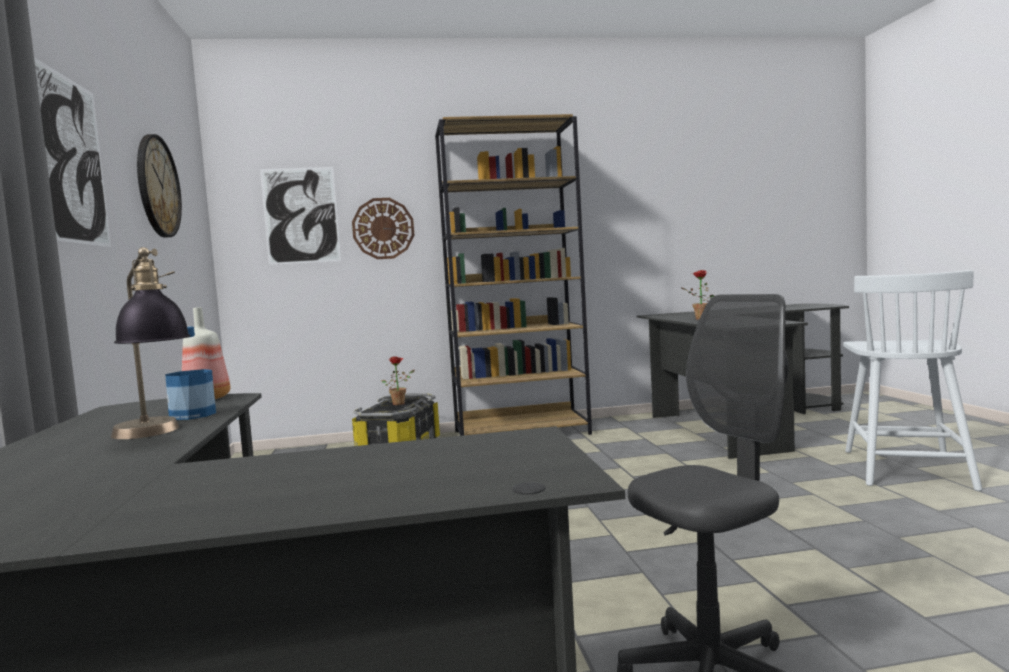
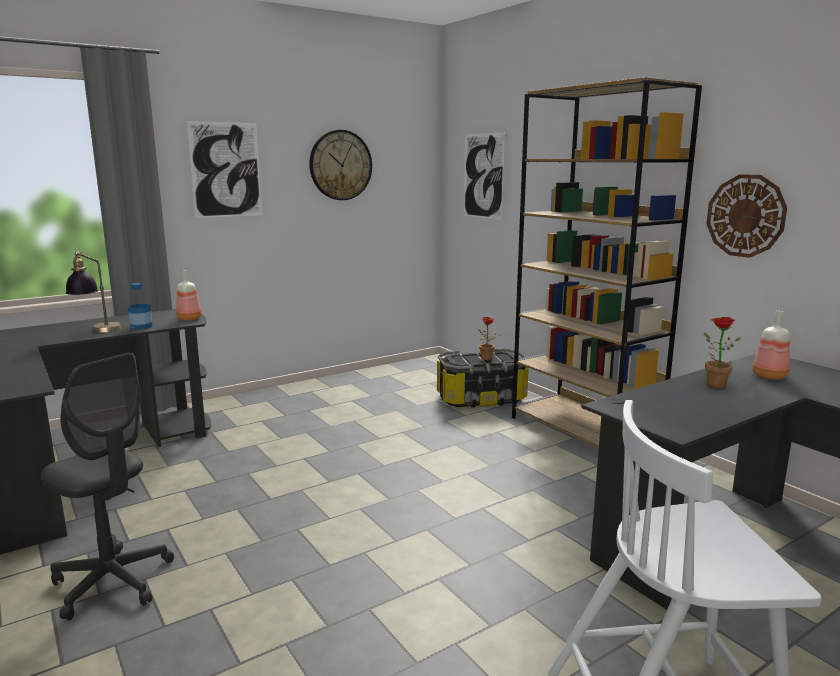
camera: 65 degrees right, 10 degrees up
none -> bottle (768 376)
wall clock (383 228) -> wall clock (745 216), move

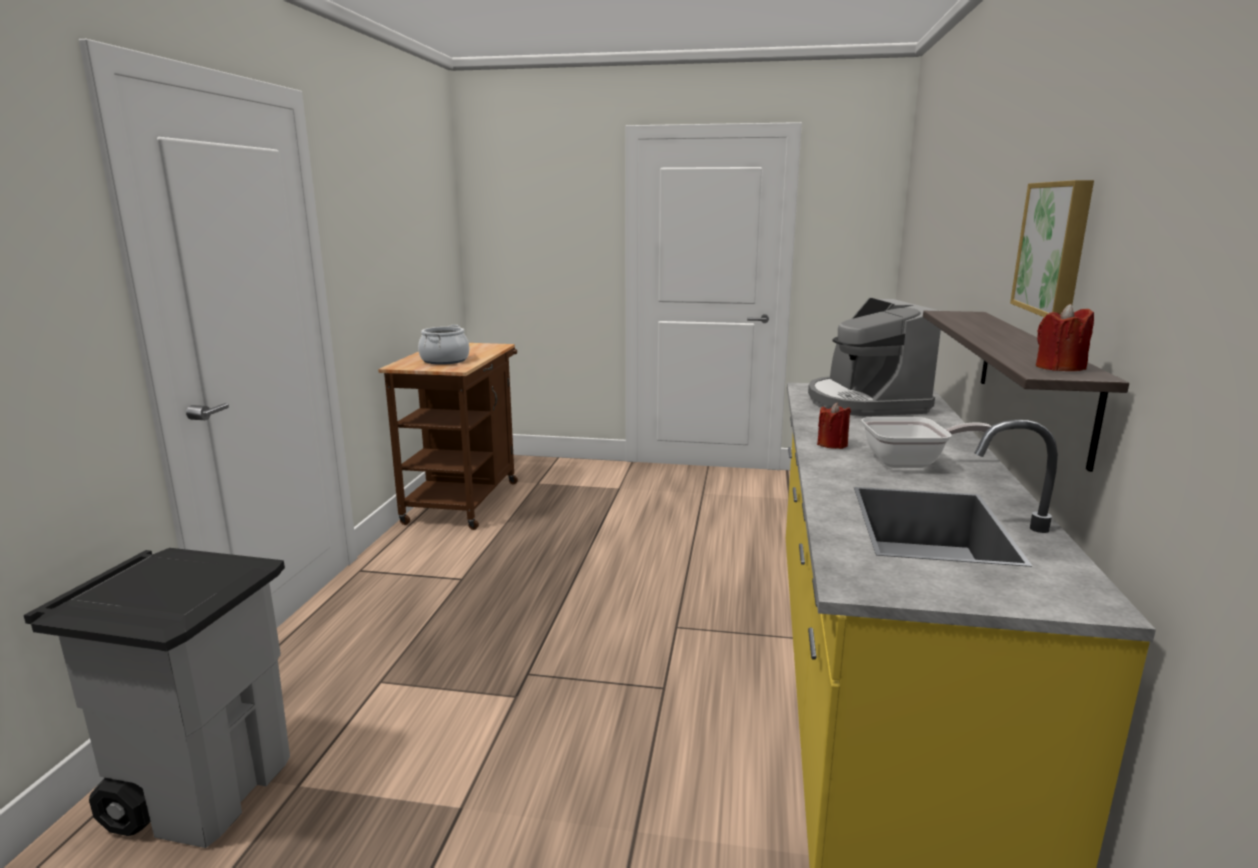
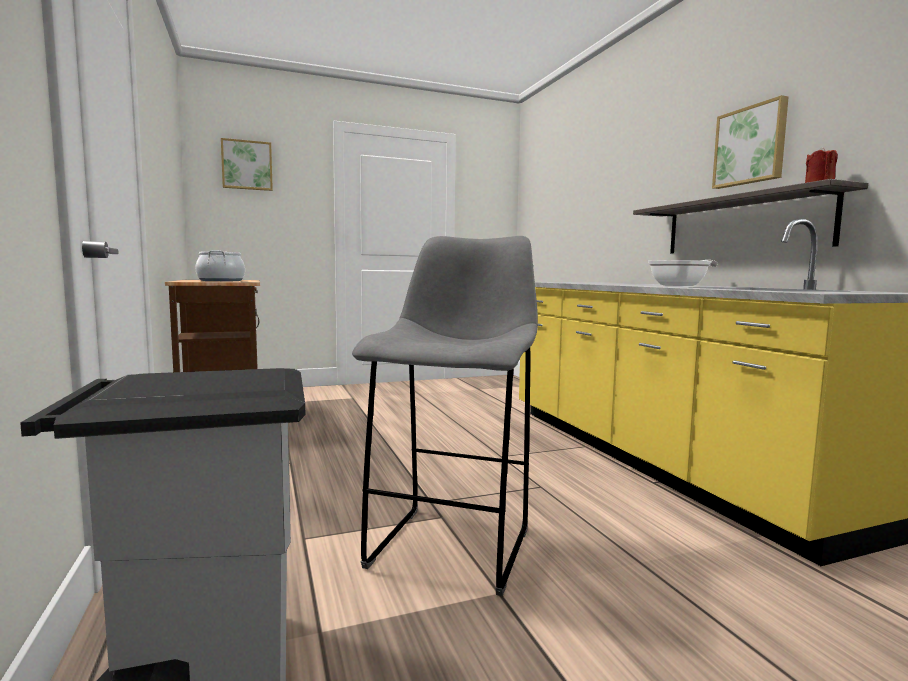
camera: 30 degrees left, 10 degrees down
coffee machine (864 402) -> none
red candle (832 444) -> none
none -> picture (247 165)
none -> grey stool (453 545)

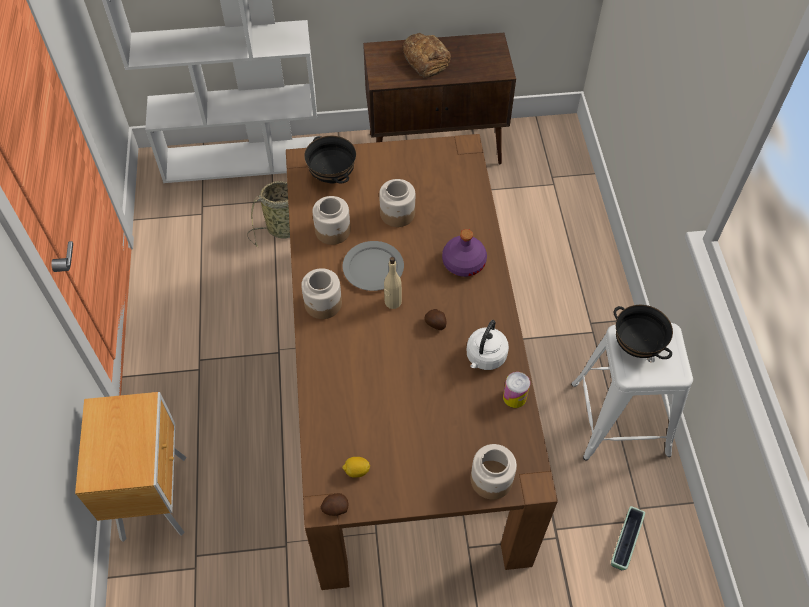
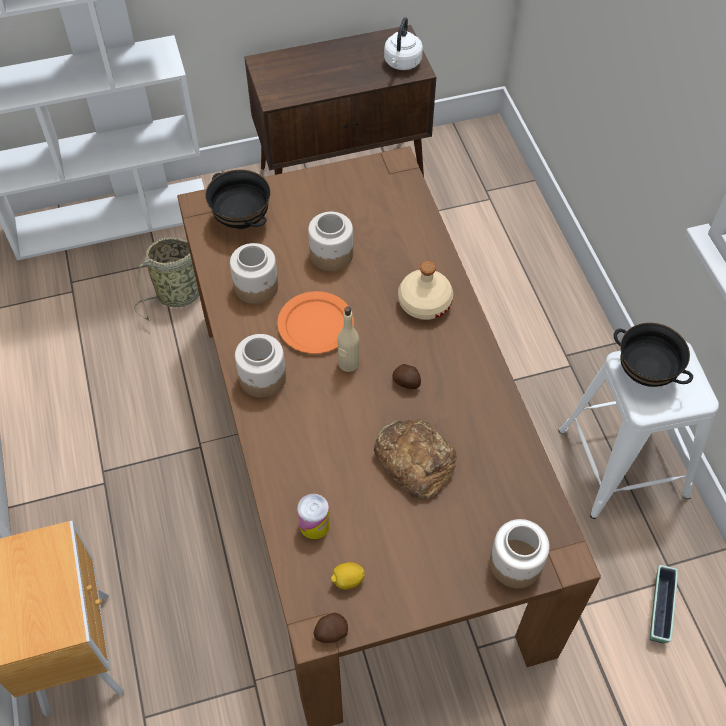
camera: 10 degrees left, 0 degrees up
bread (426 59) -> bread (414 460), move
white kettle (485 358) -> white kettle (402 63), move
can (514 397) -> can (314 525), move
grey plate (373 268) -> orange plate (316 325)
purple bottle (463 262) -> beige bottle (424 302)

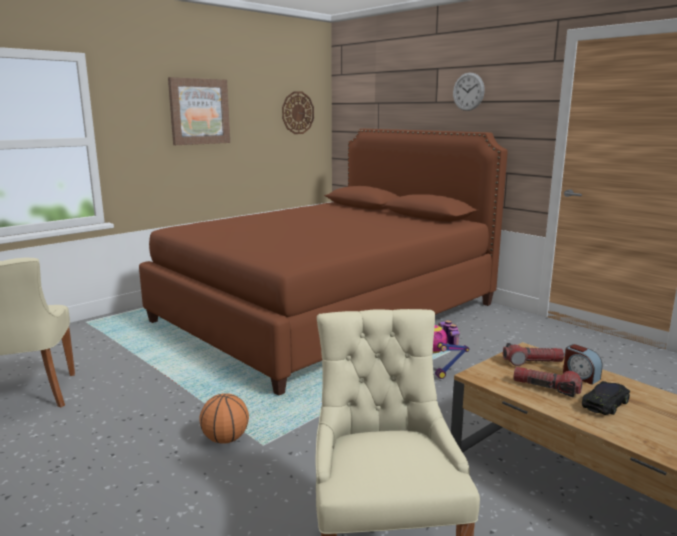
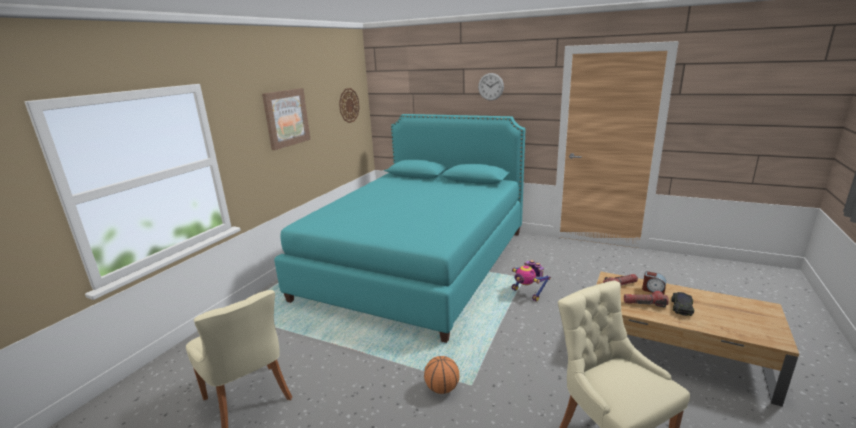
camera: 20 degrees left, 5 degrees up
brown bed (327 312) -> turquoise bed (418 263)

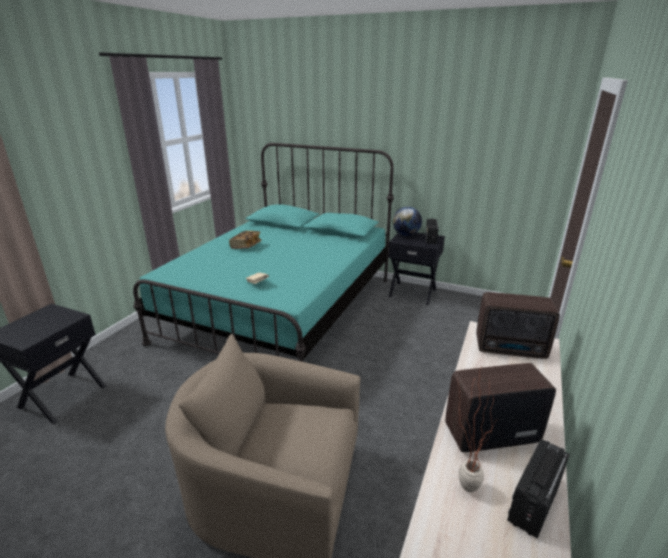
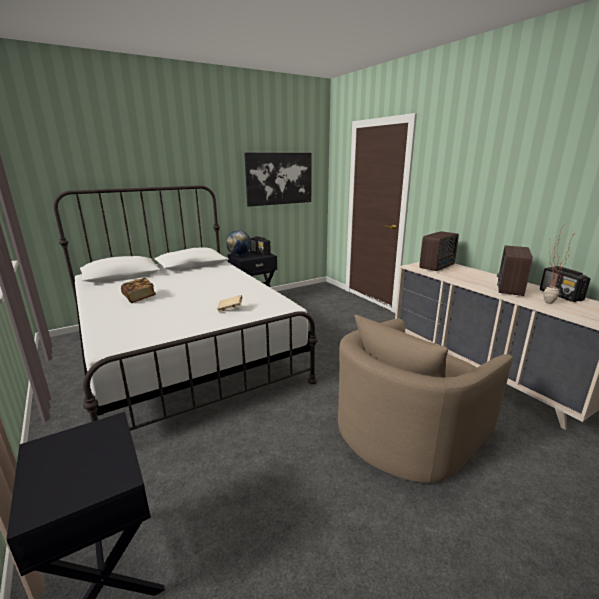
camera: 55 degrees left, 5 degrees down
none -> picture (279 178)
turquoise bed (282 308) -> white bed (184 354)

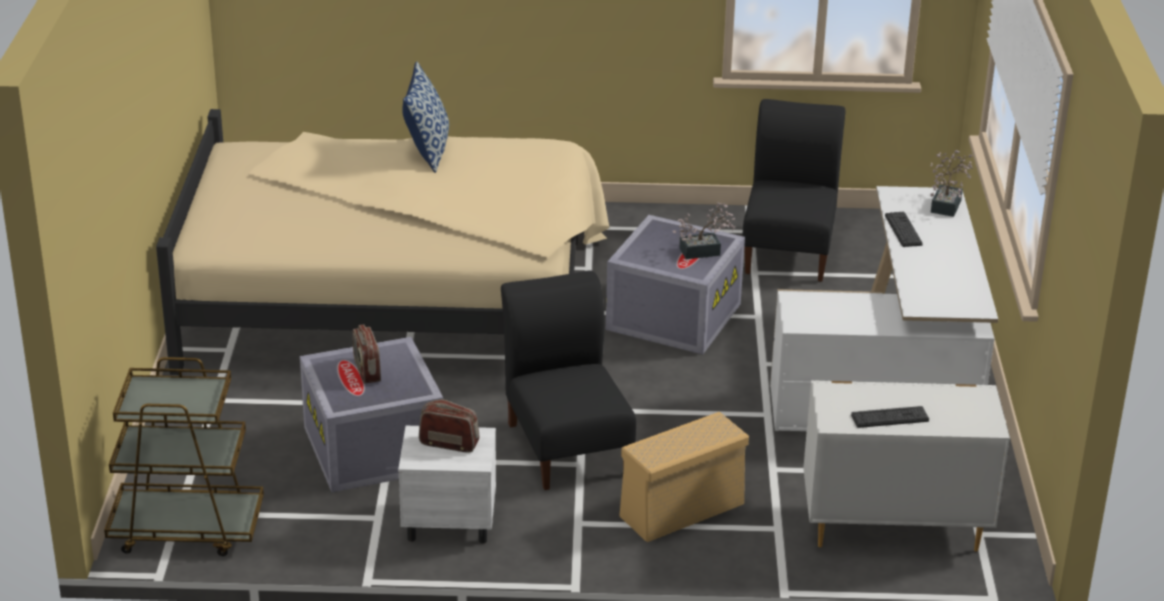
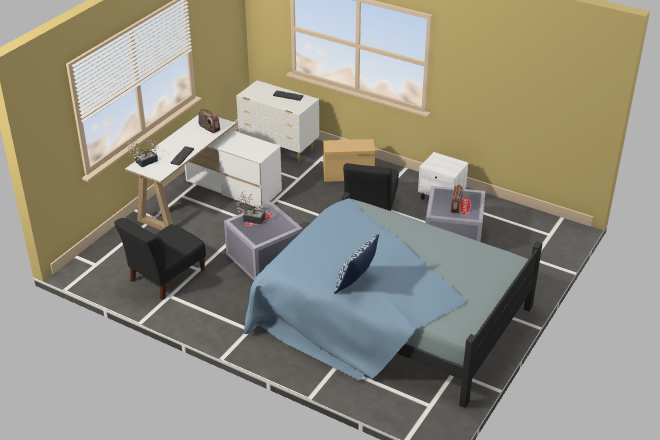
camera: 150 degrees left, 5 degrees up
brown cart (186 529) -> none
radio (449 443) -> radio (209 128), move
beige bed (397 295) -> blue bed (390 317)

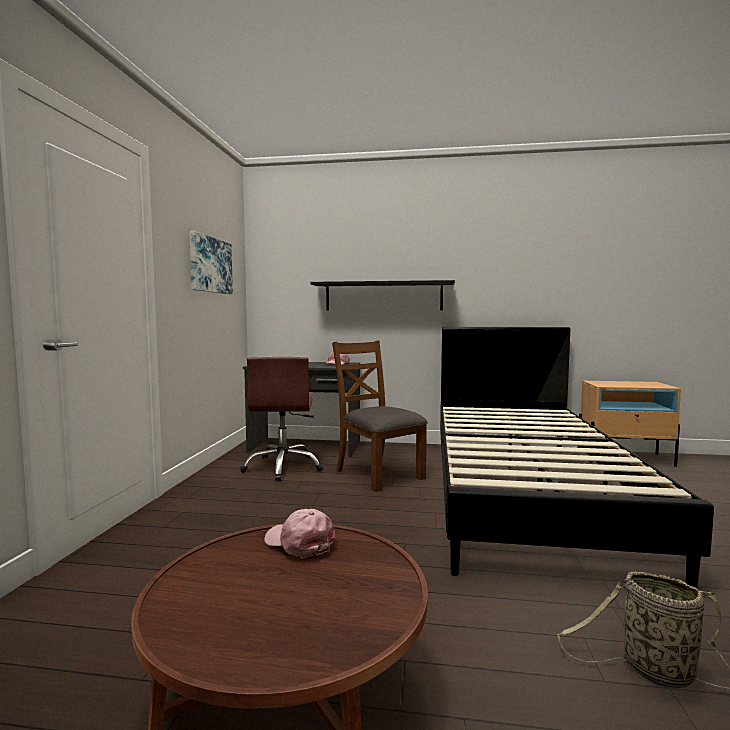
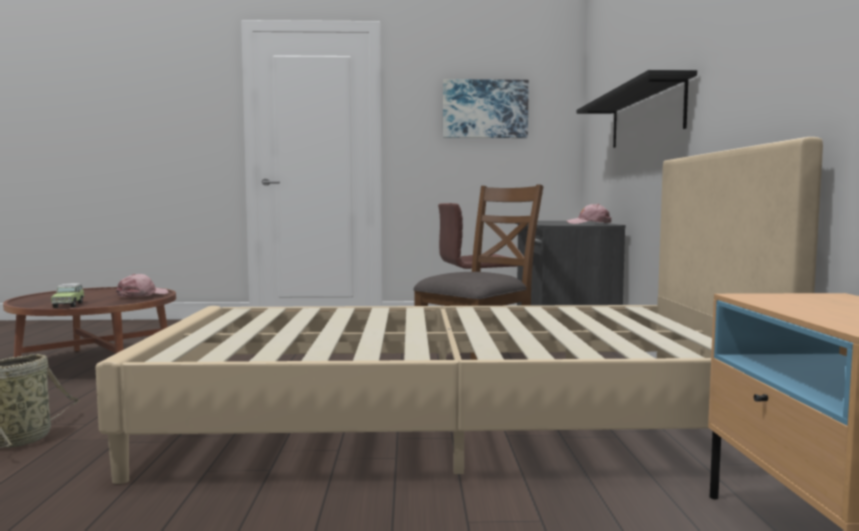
camera: 80 degrees right, 0 degrees up
none -> toy car (69 305)
black bed (523 492) -> beige bed (449 424)

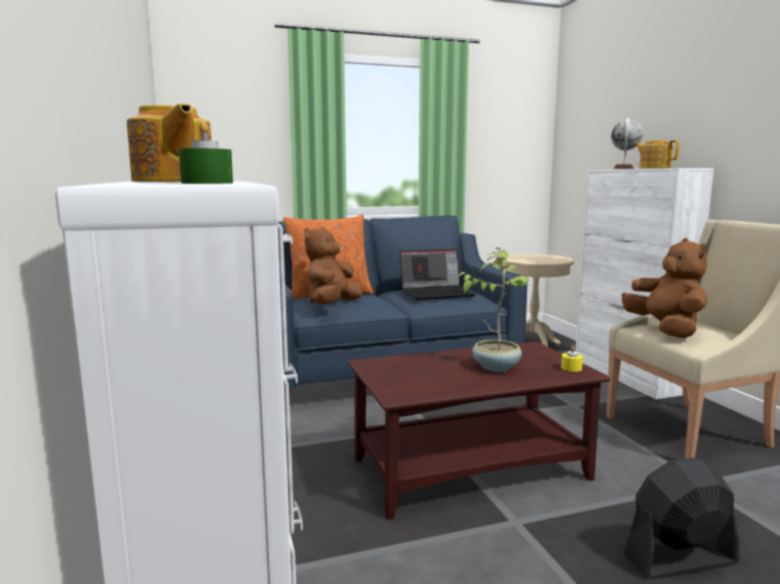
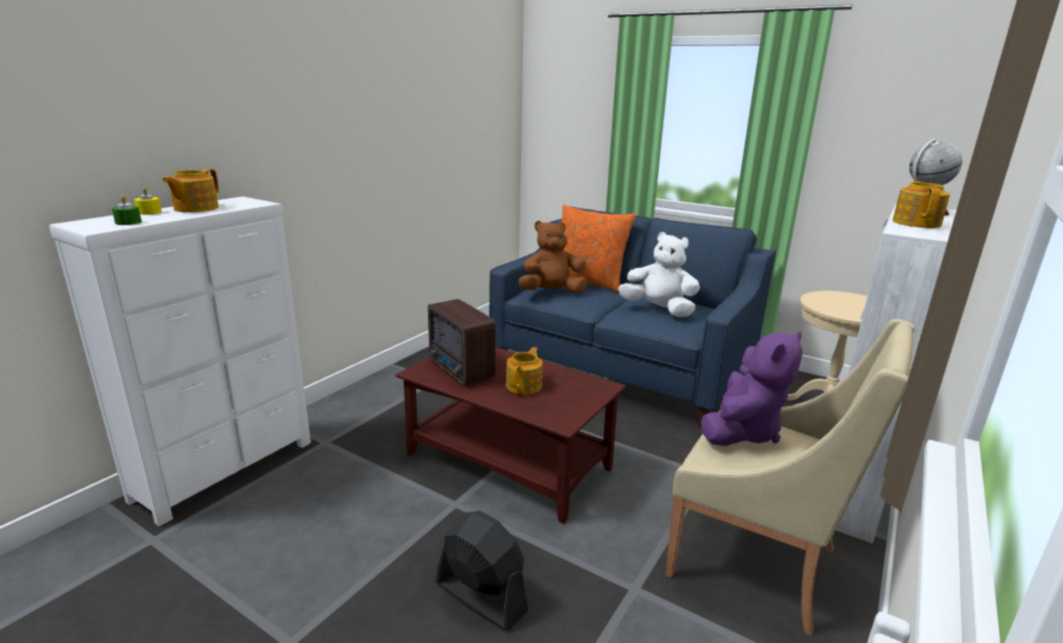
camera: 50 degrees right, 10 degrees up
none -> radio (461 370)
yellow candle (571 368) -> yellow candle (149 212), move
laptop (437 293) -> white plush toy (659 310)
potted plant (495 367) -> teapot (524 386)
brown plush toy (665 330) -> purple plush toy (742 431)

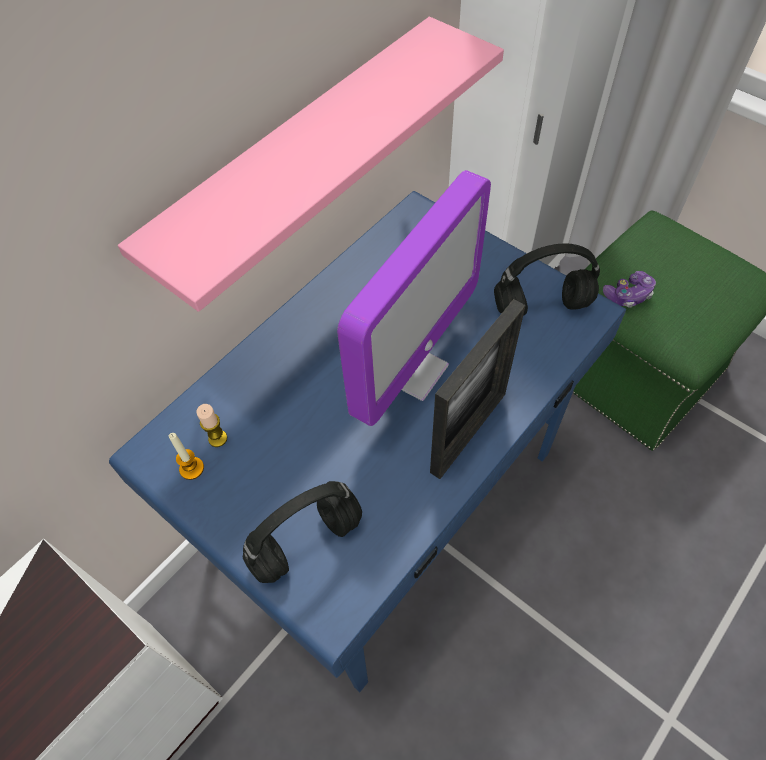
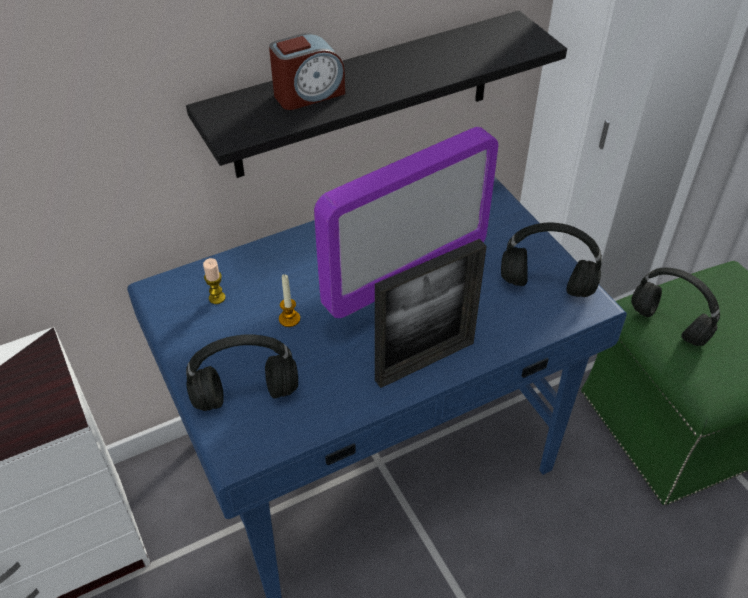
camera: 20 degrees right, 10 degrees down
none -> alarm clock (308 94)
candle (191 468) -> candle (289 319), move
game controller (628 295) -> black headphones (667 324)
pink shelf (299 162) -> black shelf (364 96)

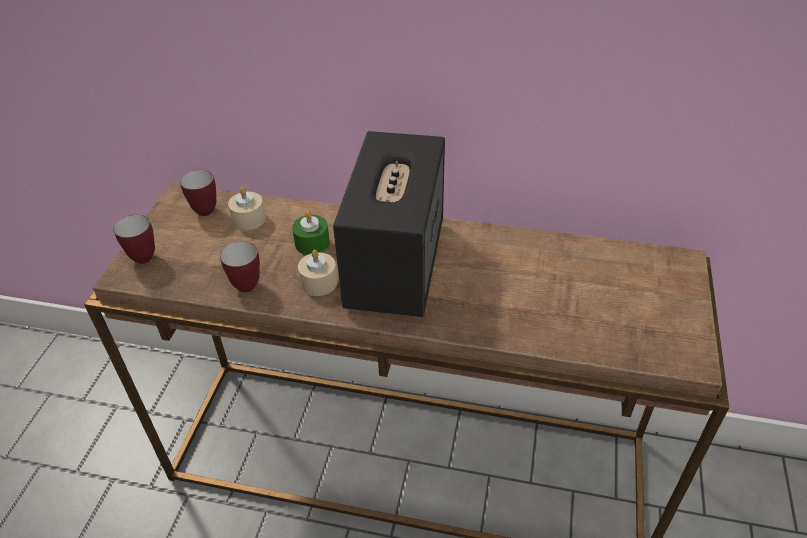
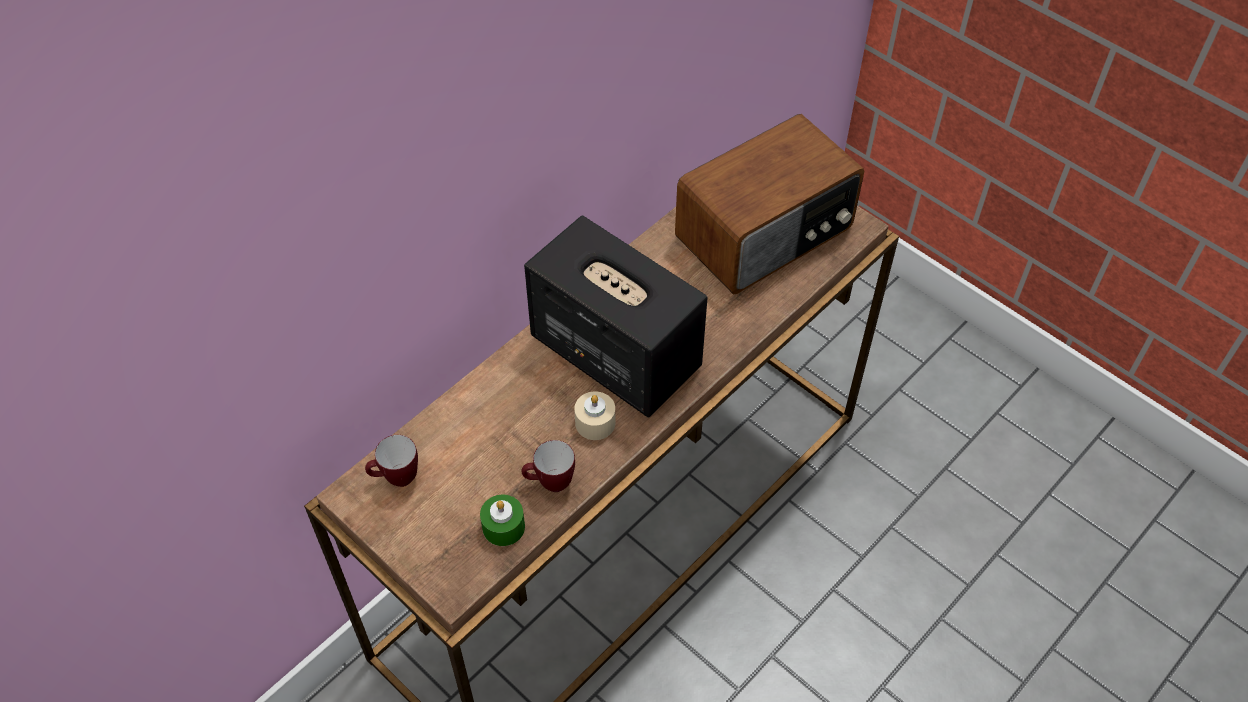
camera: 60 degrees left, 10 degrees up
mug (140 256) -> none
beige candle (249 219) -> none
none -> radio (766 234)
green candle (312 243) -> green candle (503 527), move

